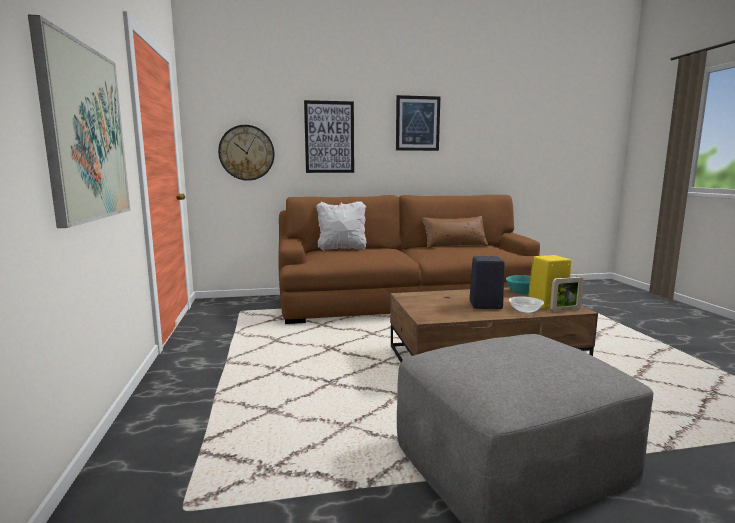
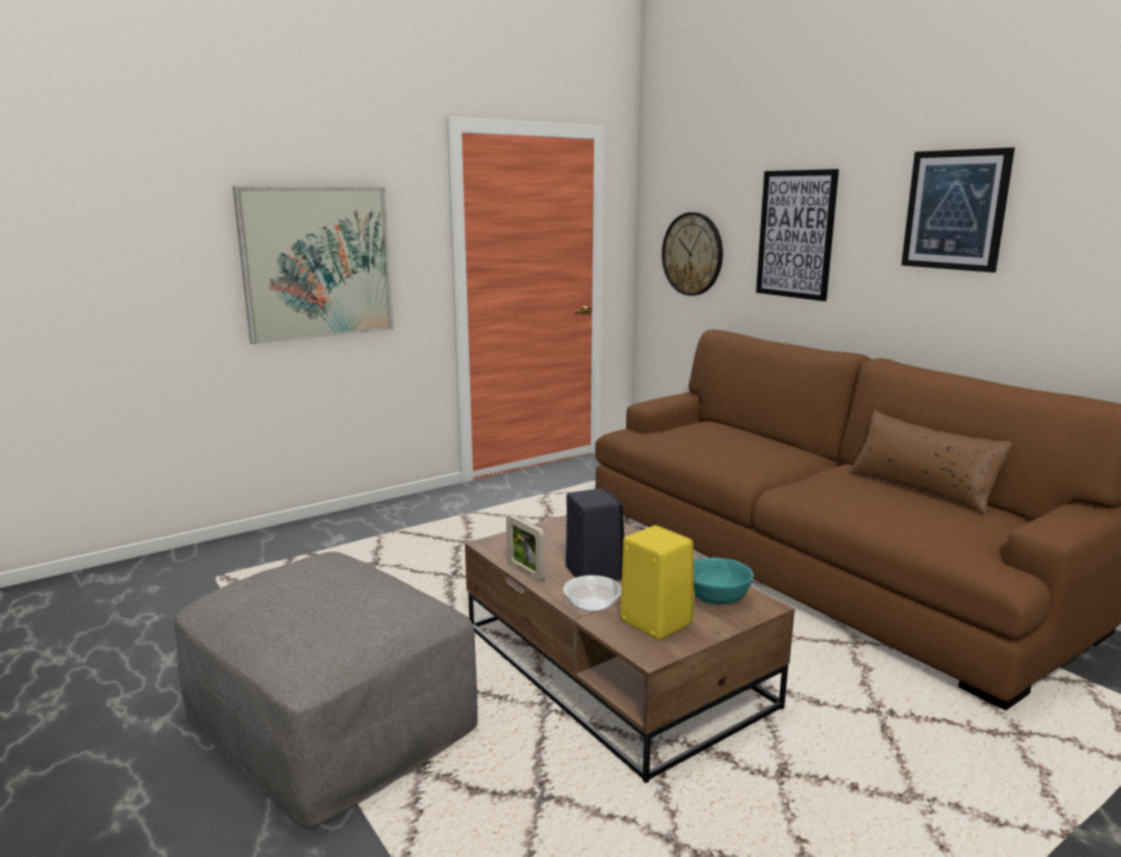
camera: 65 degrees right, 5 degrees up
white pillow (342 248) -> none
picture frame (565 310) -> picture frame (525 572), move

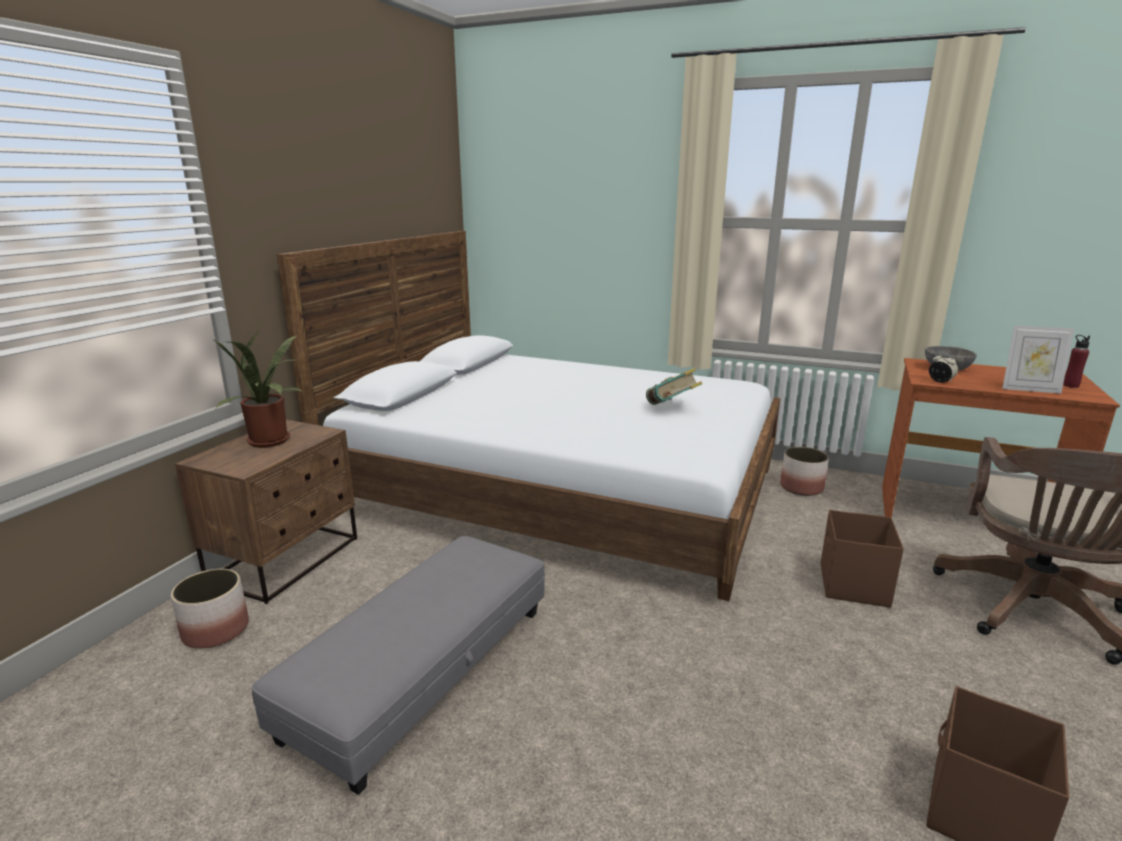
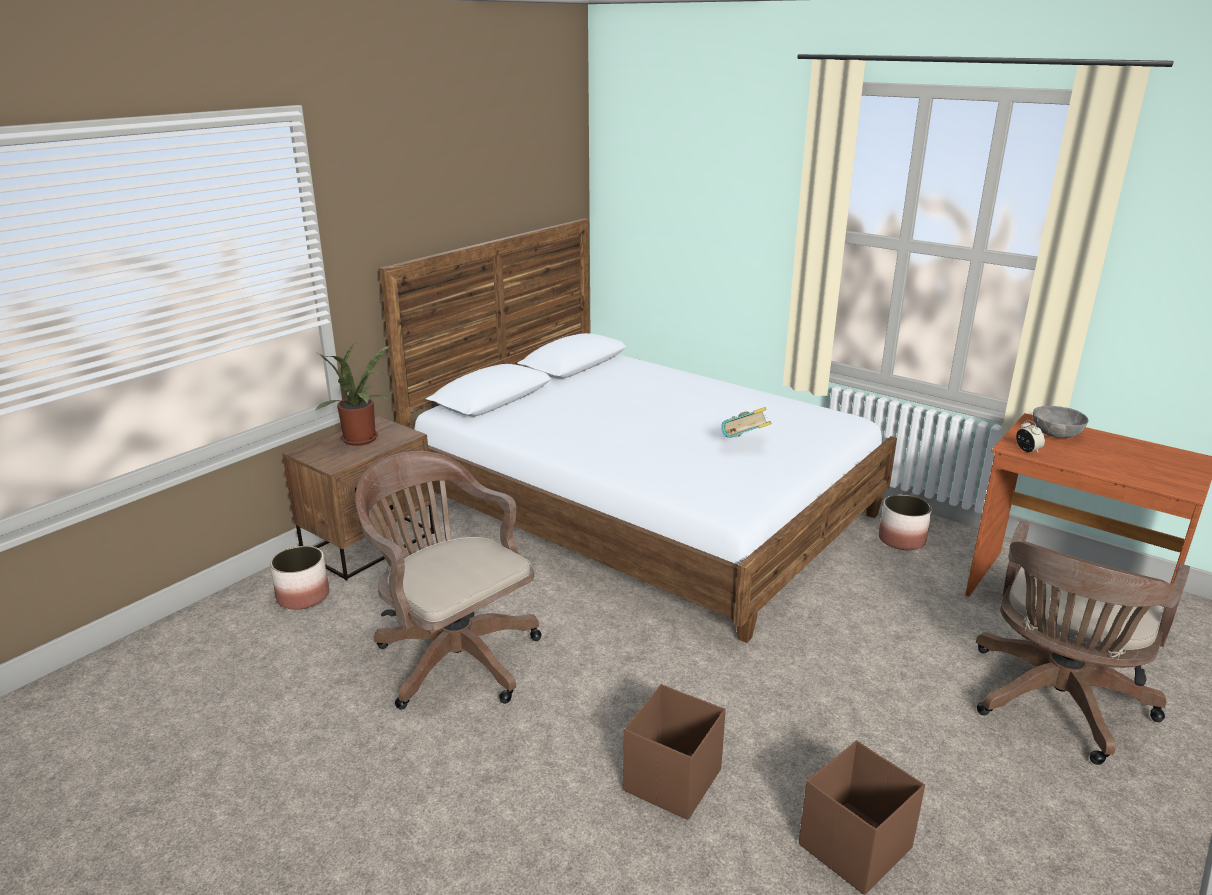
camera: 15 degrees right, 5 degrees up
picture frame (1029 389) -> none
red bottle (1070 385) -> none
brown storage box (853 585) -> brown storage box (671 781), move
grey ottoman (423 670) -> brown office chair (452 655)

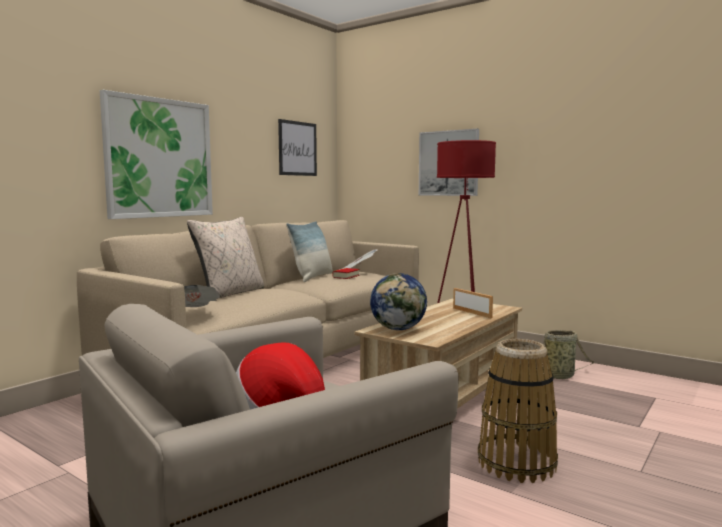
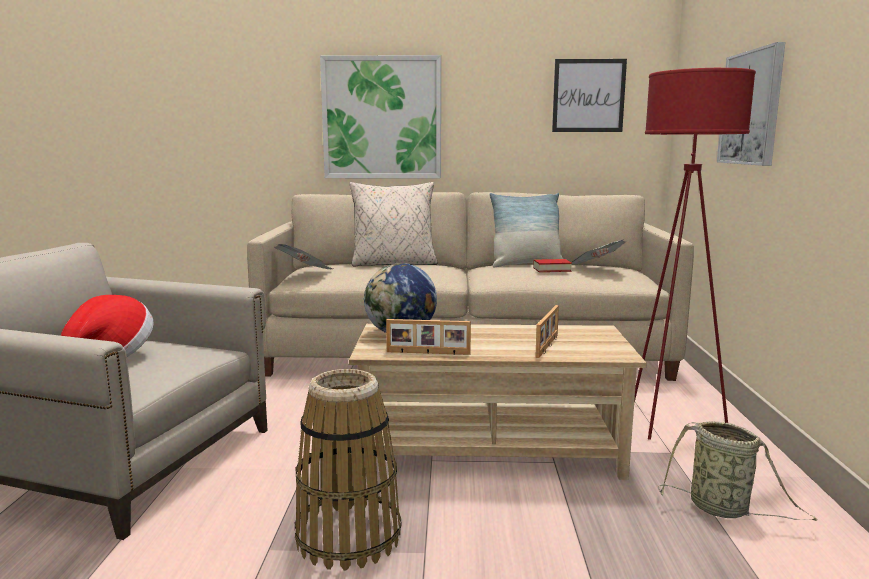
camera: 55 degrees right, 5 degrees up
none -> picture frame (428 353)

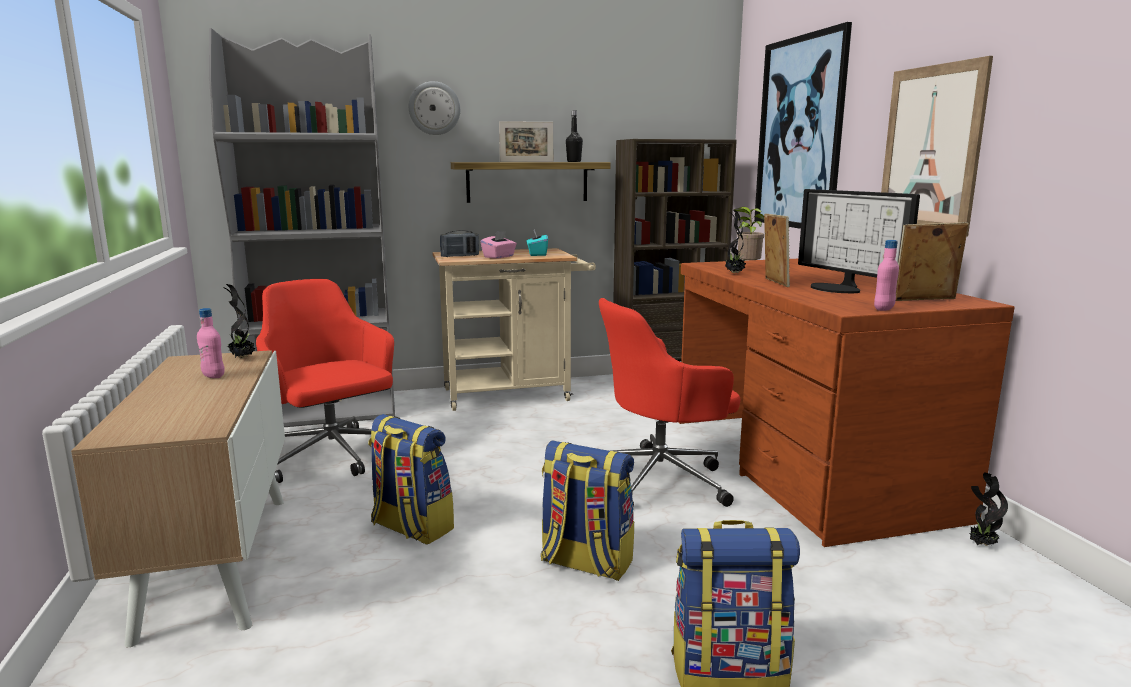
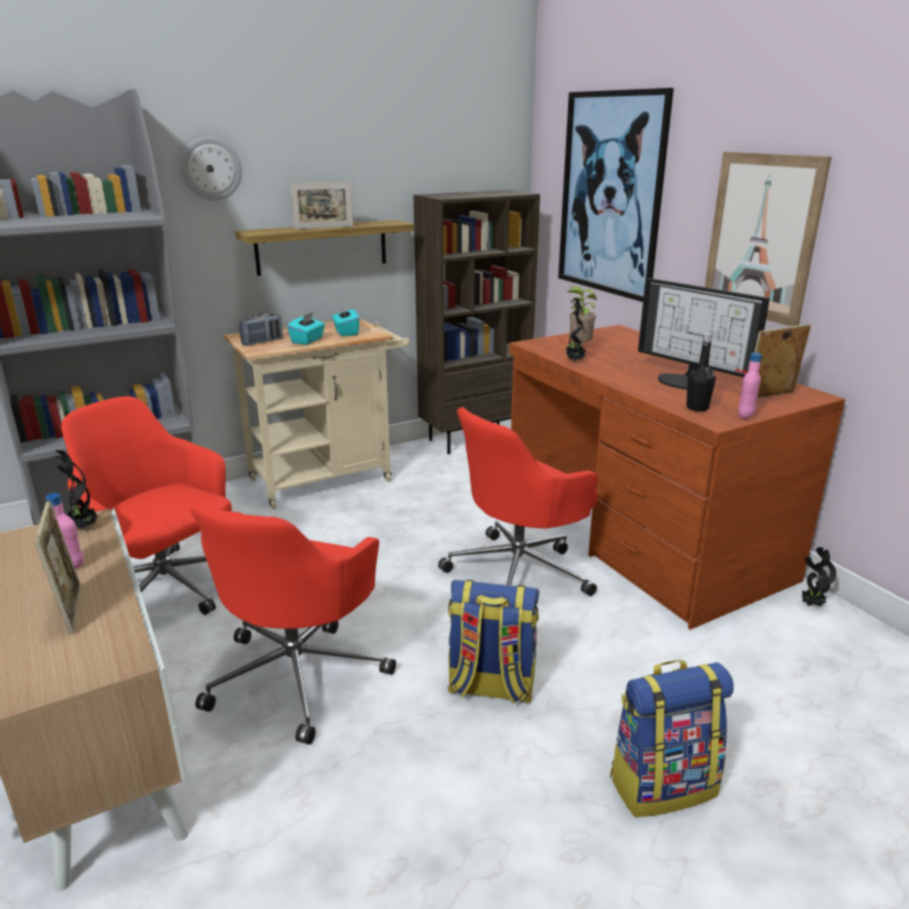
camera: 15 degrees left, 10 degrees up
black bottle (574 161) -> black bottle (697 408), move
picture frame (774 283) -> picture frame (71 609), move
backpack (411 528) -> red office chair (299 674)
pink tissue box (499 257) -> turquoise tissue box (308 340)

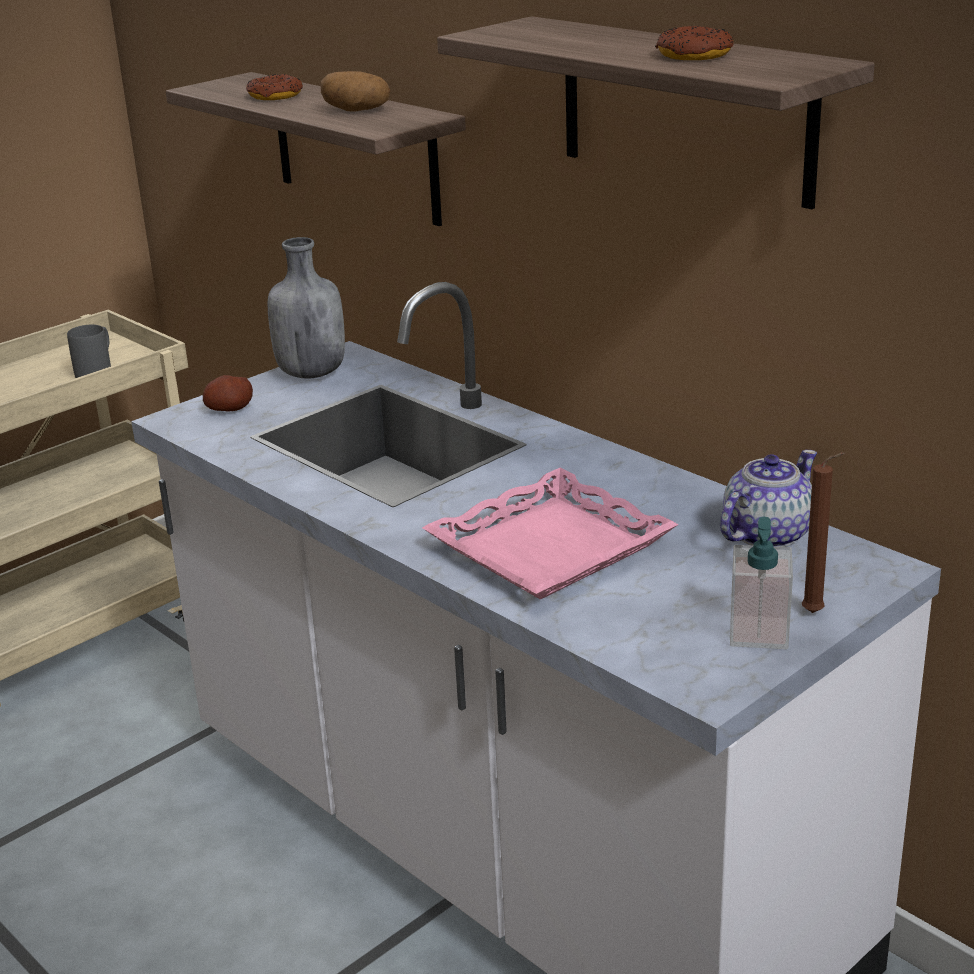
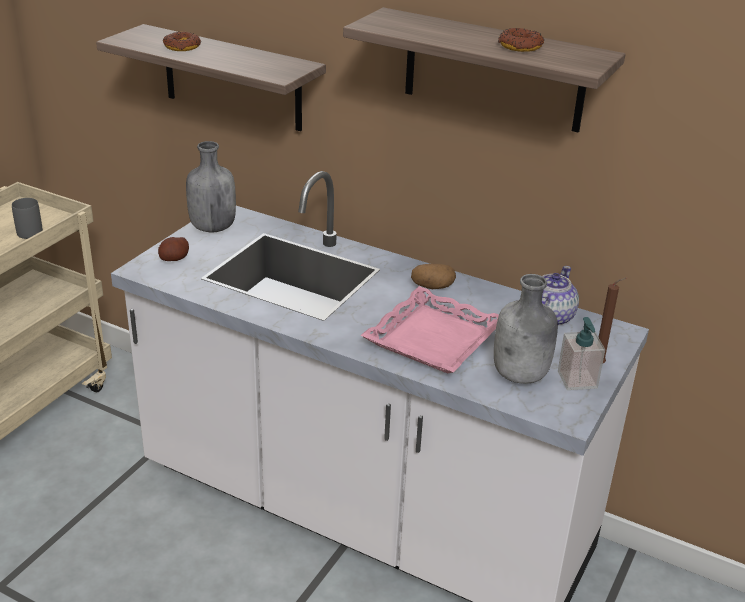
camera: 20 degrees left, 5 degrees up
none -> grey bottle (521 375)
potato (355 111) -> potato (432 286), move

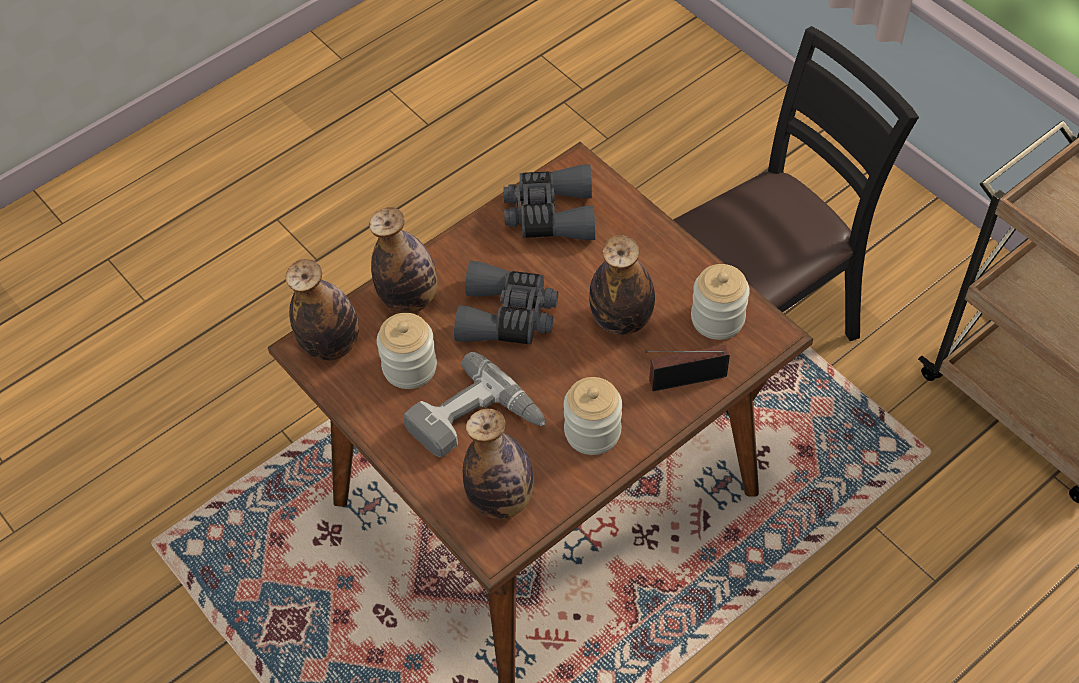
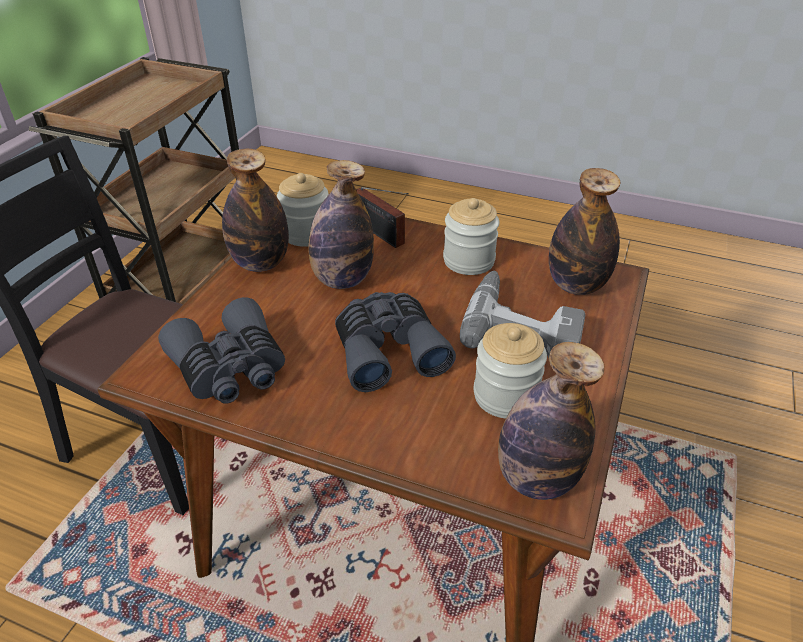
camera: 120 degrees left, 15 degrees down
bottle (409 299) -> bottle (261 263), move

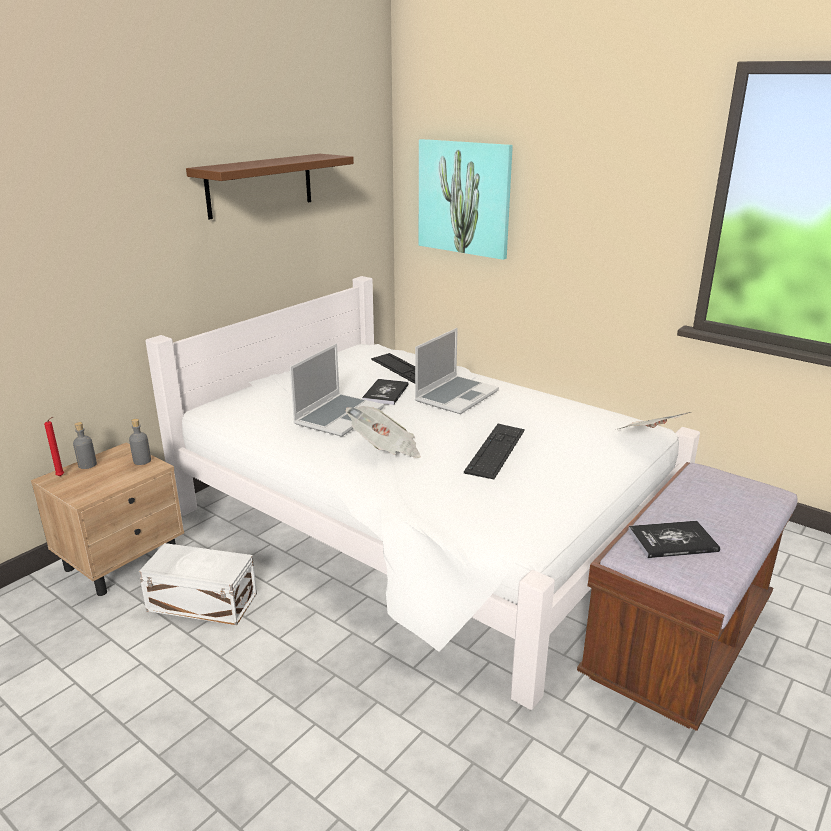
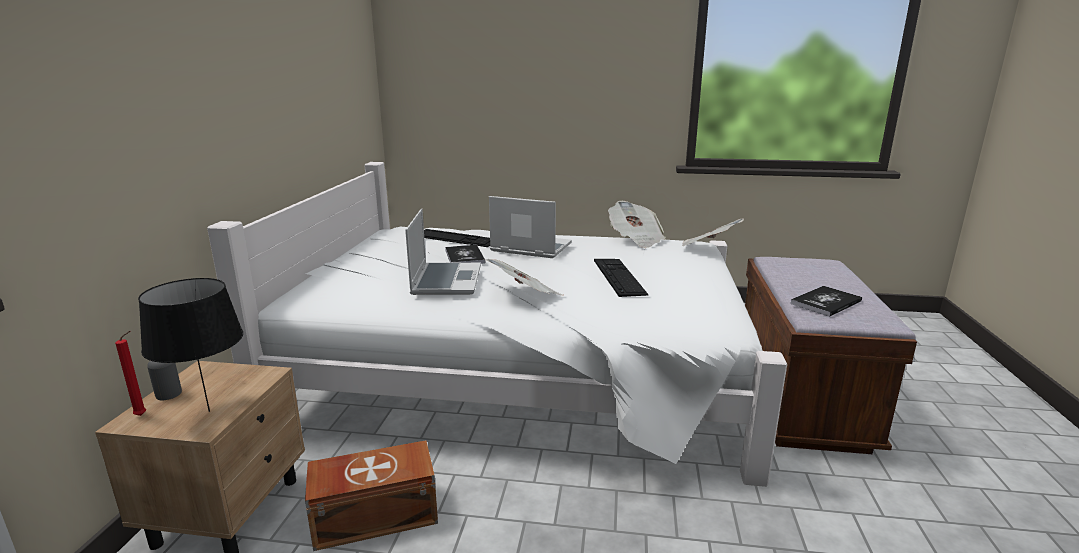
camera: 30 degrees left, 5 degrees down
grey bottle (142 461) -> none
brown shelf (260 185) -> none
picture (464 198) -> none
none -> black table lamp (208 412)
none -> newspaper (635 239)
white storage box (201 601) -> brown storage box (373 515)
laptop (456 396) -> laptop (529 248), 75 degrees counterclockwise

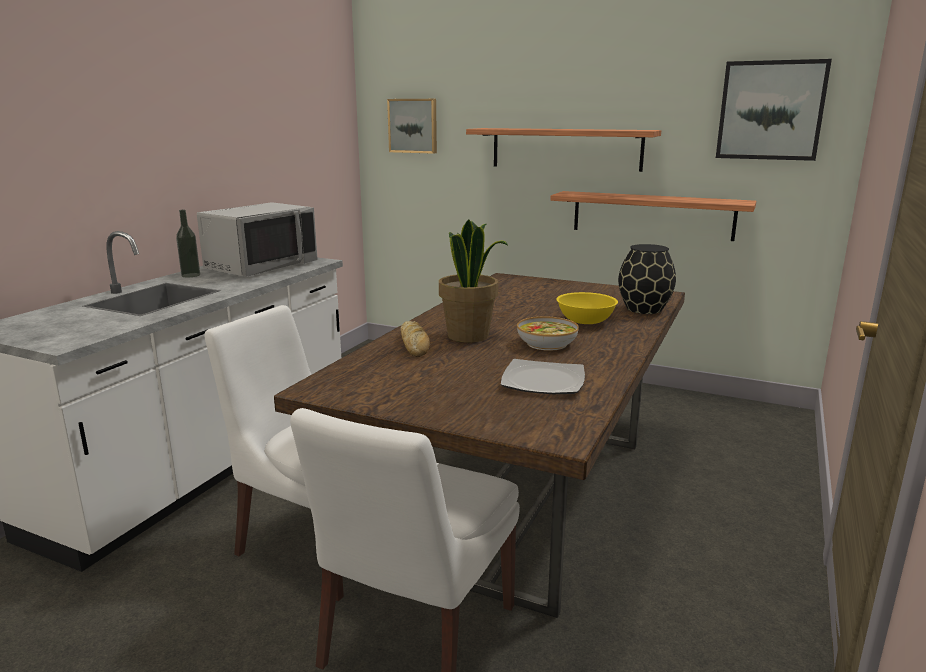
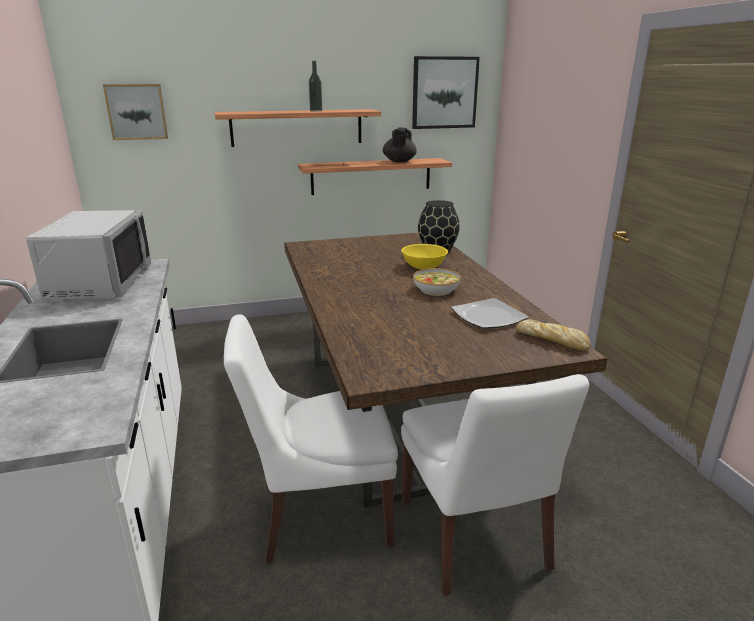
camera: 40 degrees left, 5 degrees up
potted plant (469 336) -> none
none -> black teapot (399 161)
bottle (191 275) -> bottle (316 111), move
bread (414 345) -> bread (552 341), move

